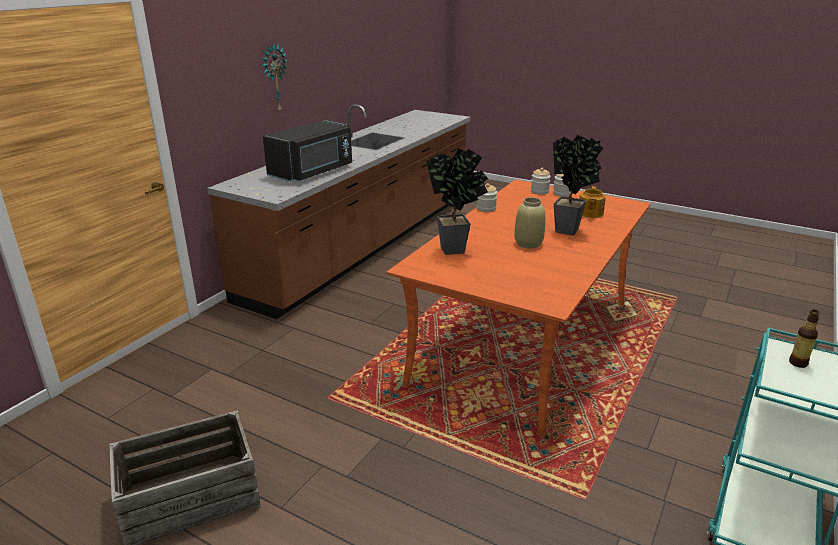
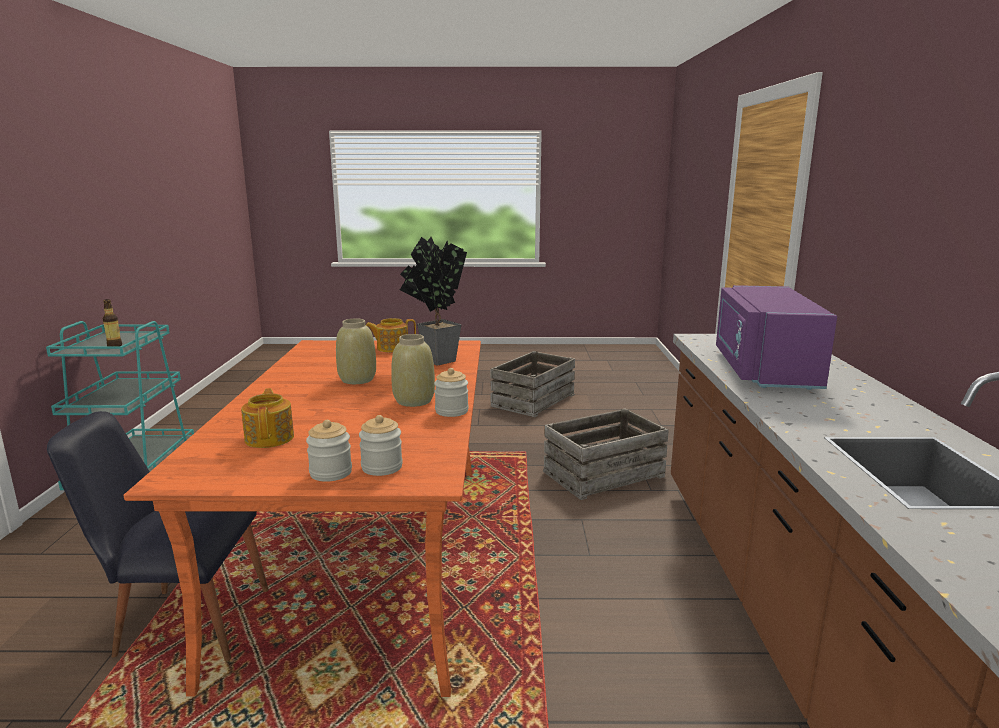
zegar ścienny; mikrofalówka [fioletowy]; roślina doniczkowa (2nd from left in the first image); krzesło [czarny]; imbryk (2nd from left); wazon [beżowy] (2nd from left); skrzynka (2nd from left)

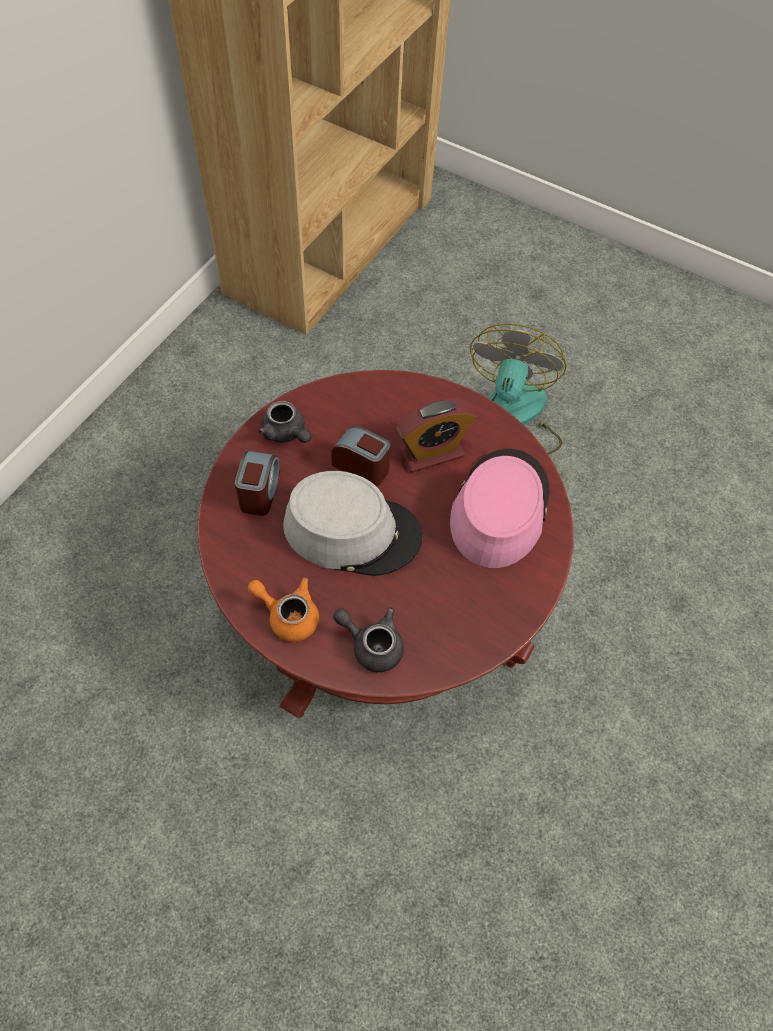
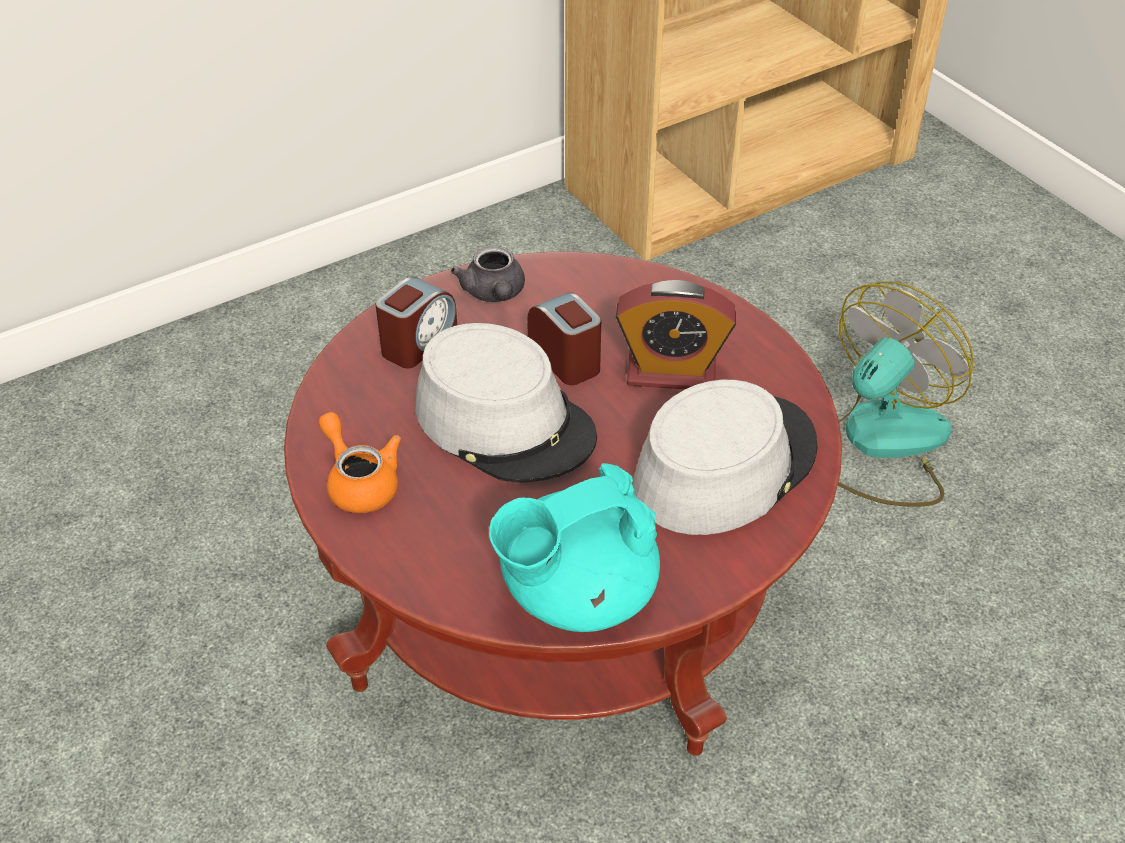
imbryk [szary] (2nd from left in the first image); kapelusz [szary] (2nd from left); imbryk [turkusowy]

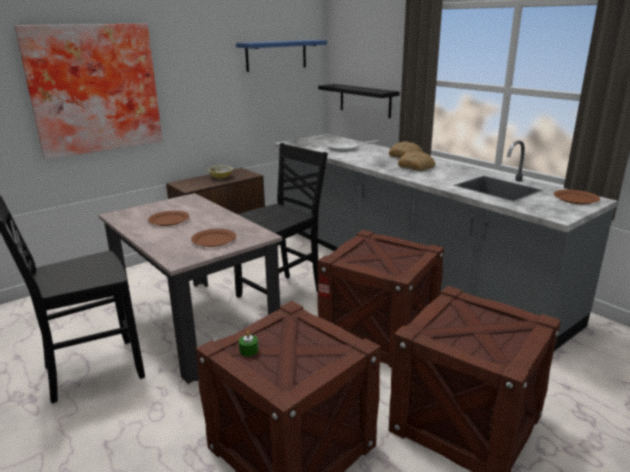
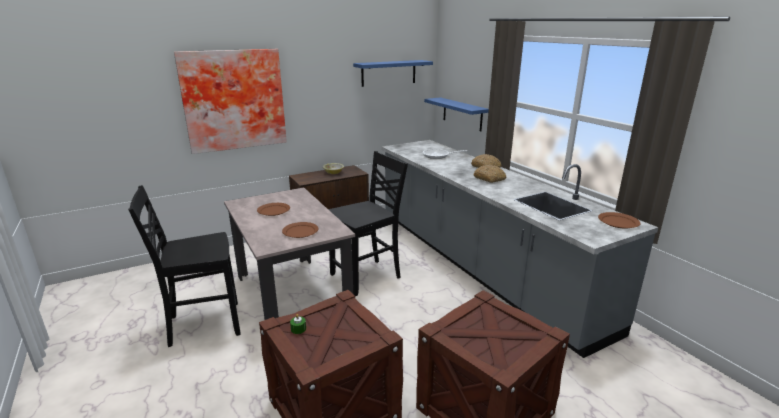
skrzynka (2nd from left in the first image); półka [niebieski] (2nd from left)

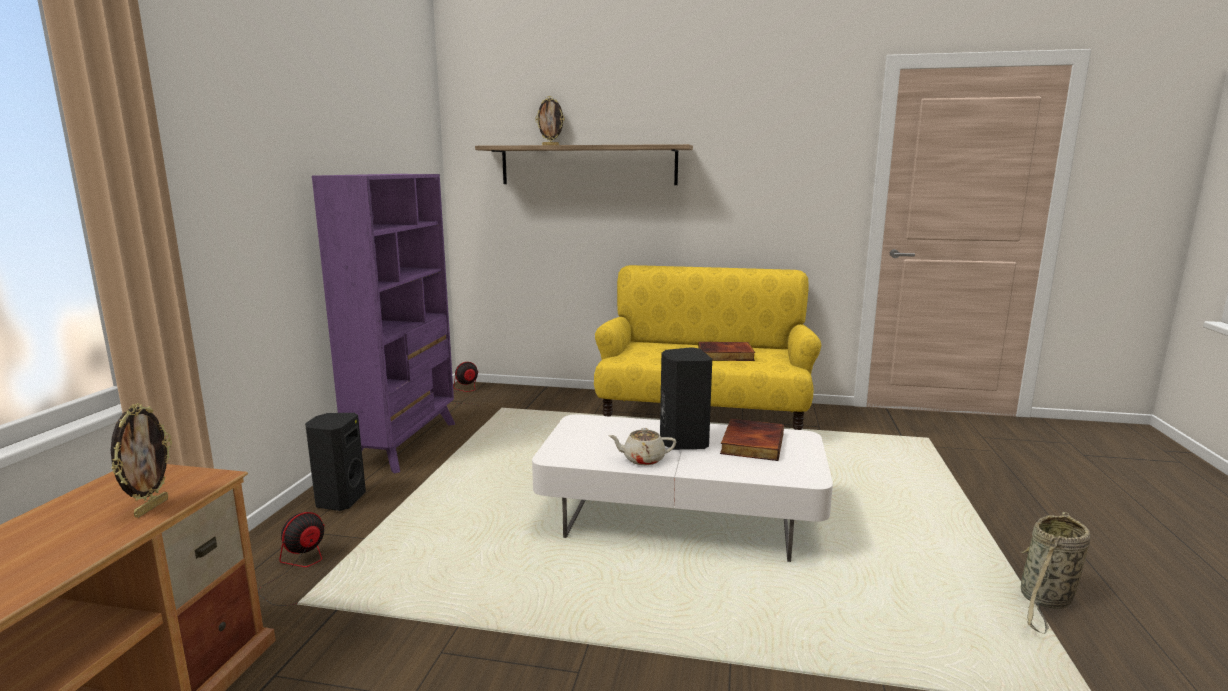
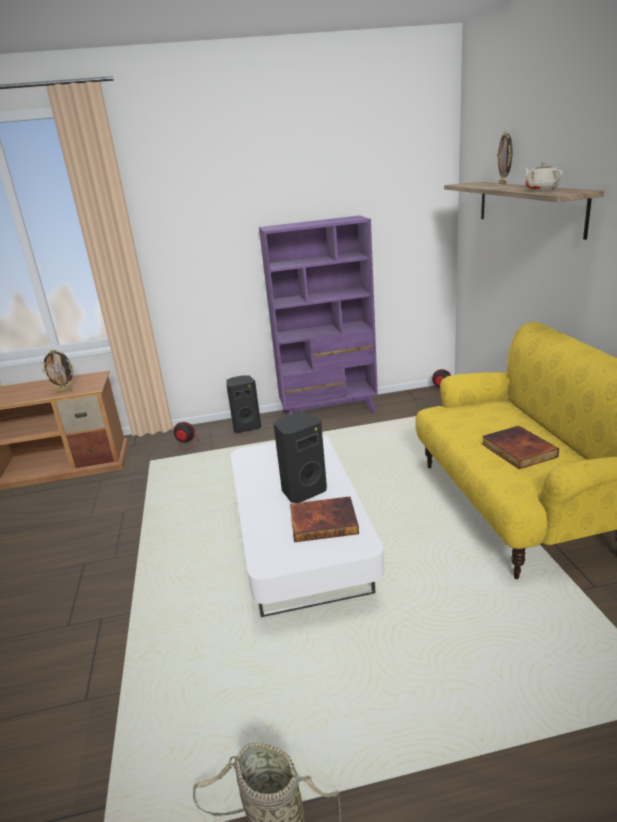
imbryk [beżowy]

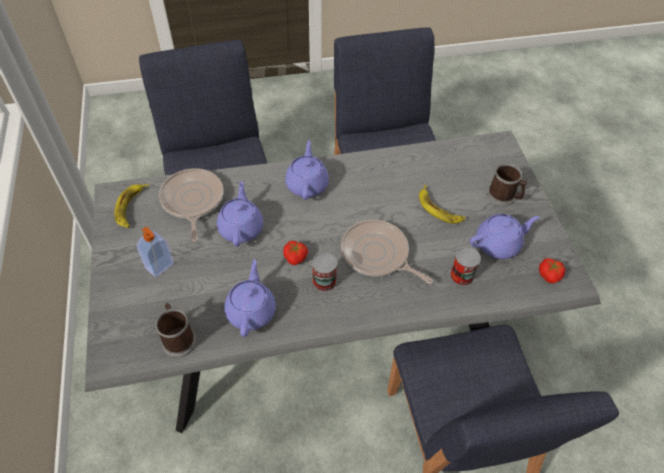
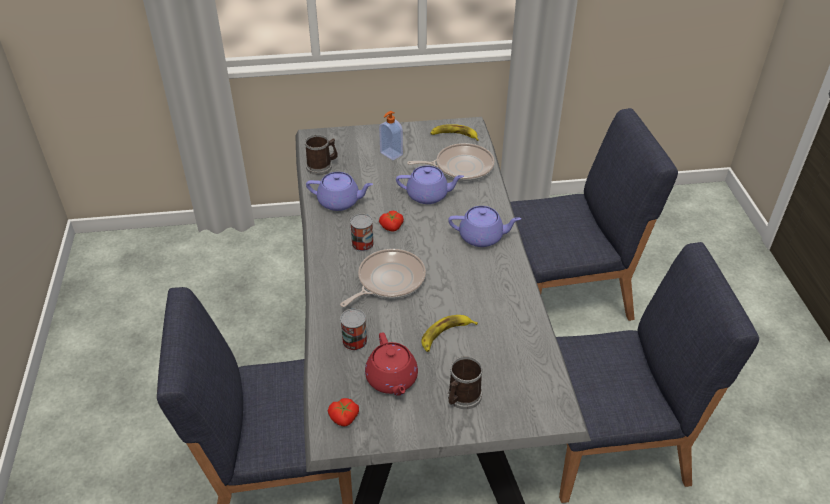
imbryk [czerwony]

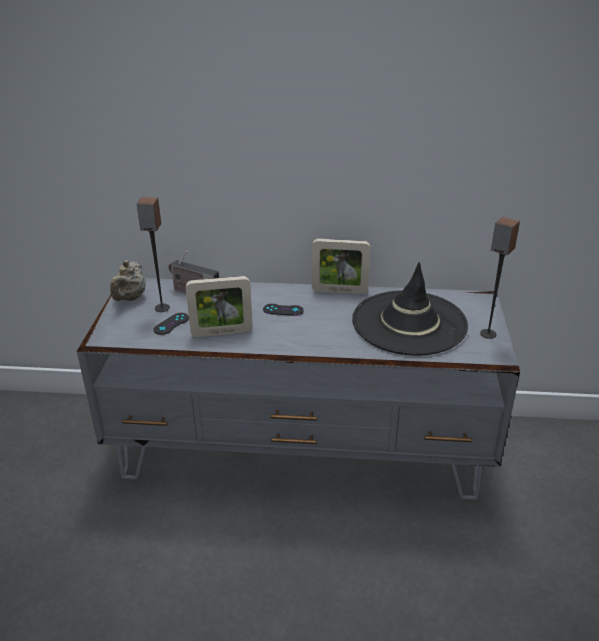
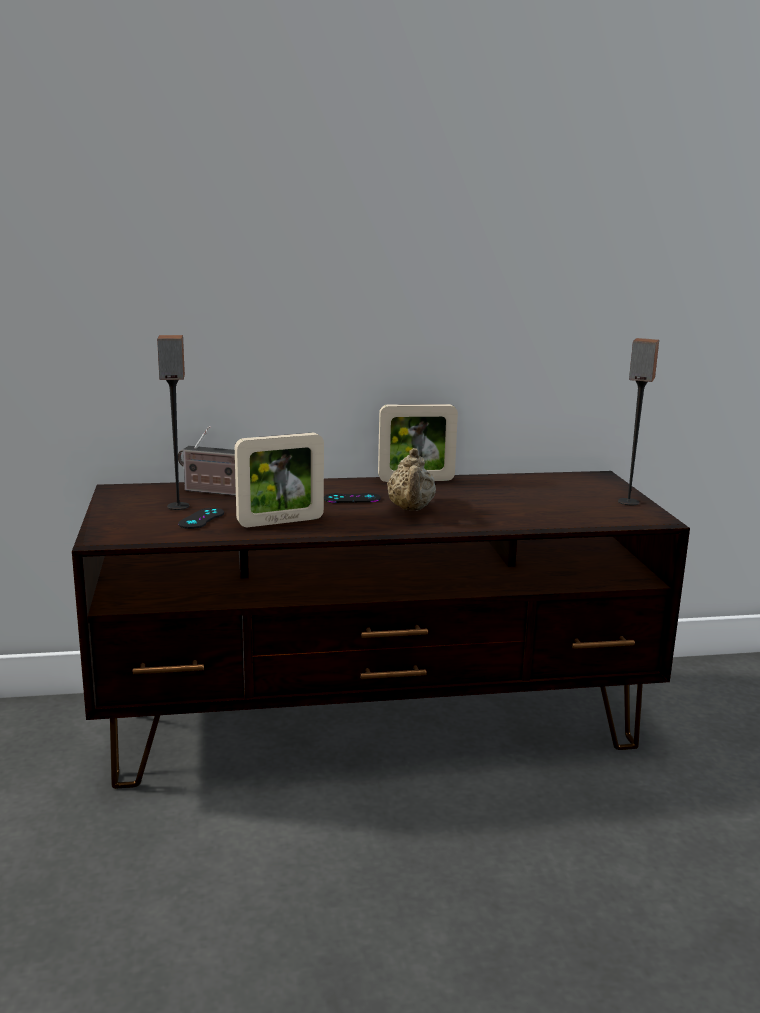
szafka pod telewizor [brązowy]; imbryk [beżowy]; kapelusz [czarny]

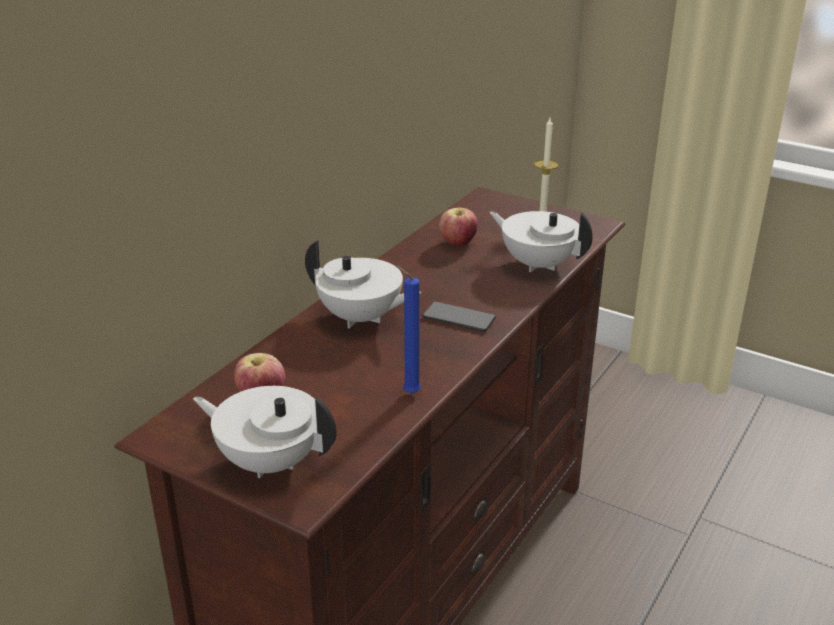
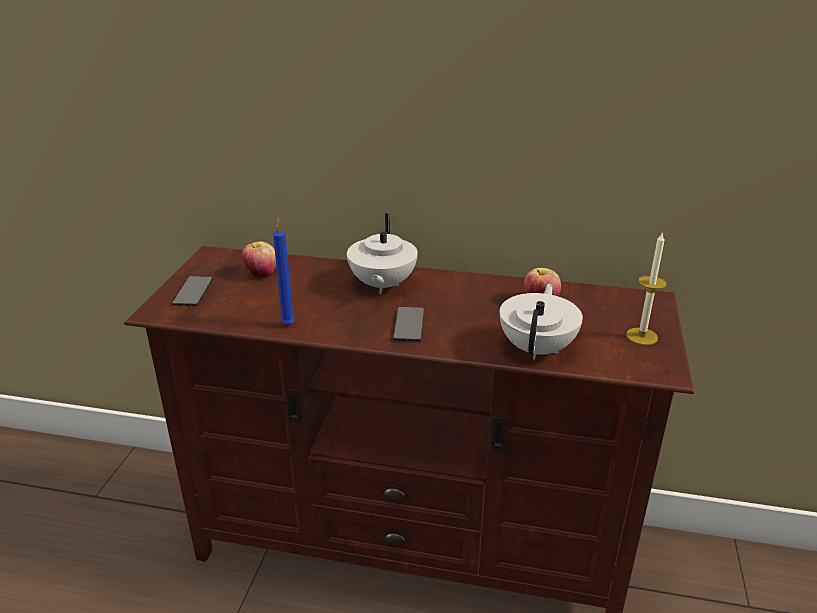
telefon (1st from left)

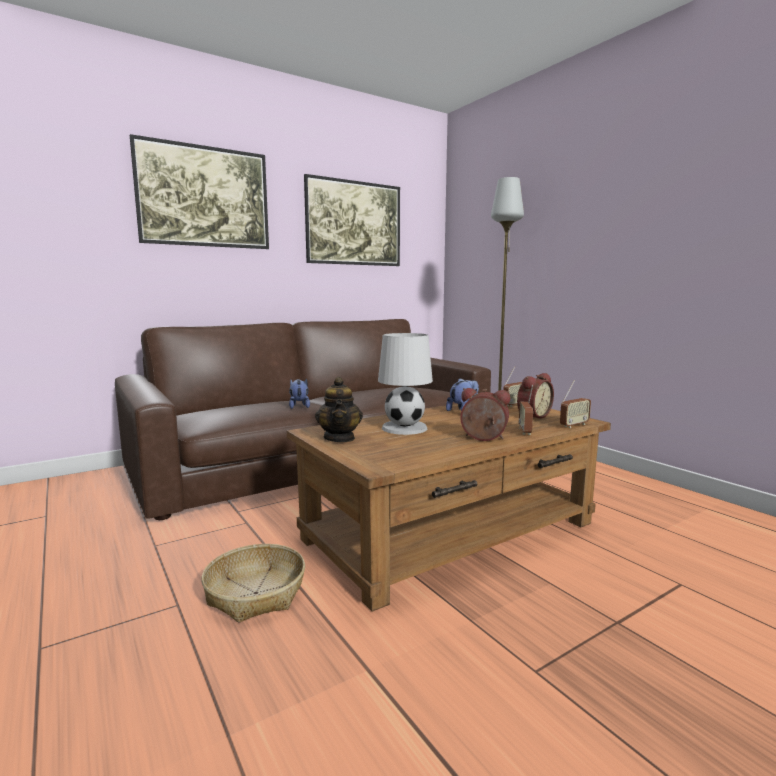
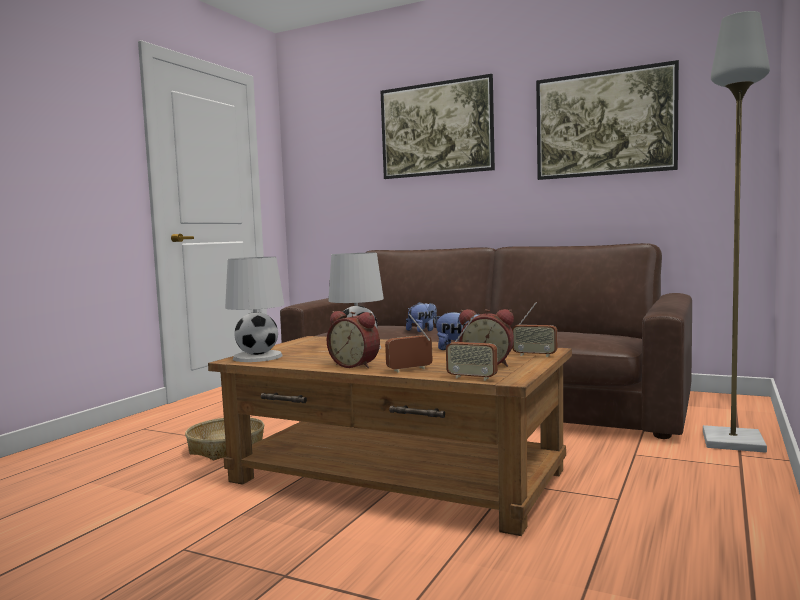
imbryk; budzik (1st from left); lampa stołowa [biały] (1st from left)

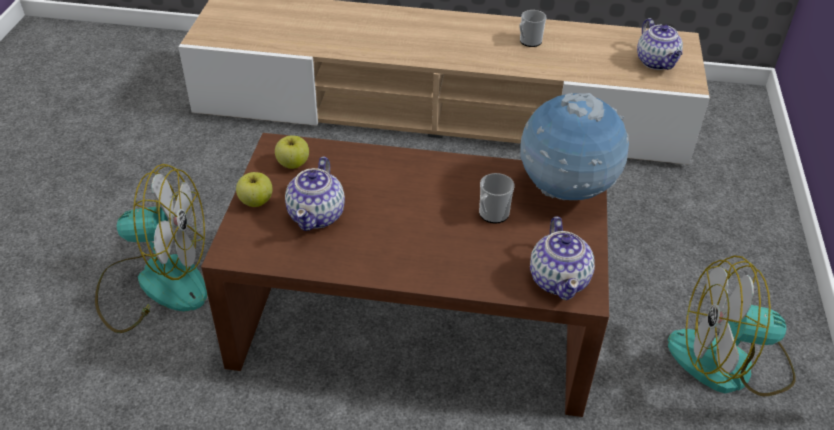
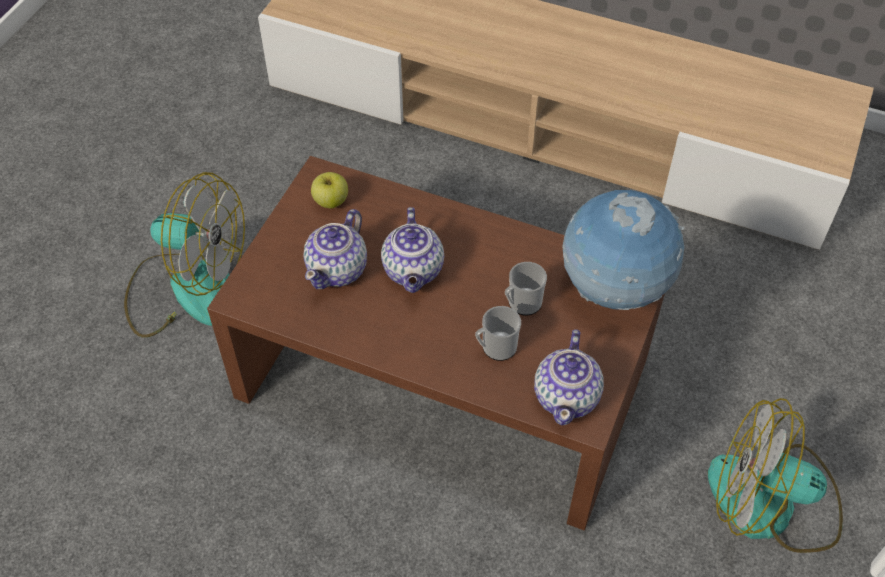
jabłko (1st from left in the first image); kubek (1st from left); imbryk (2nd from left)

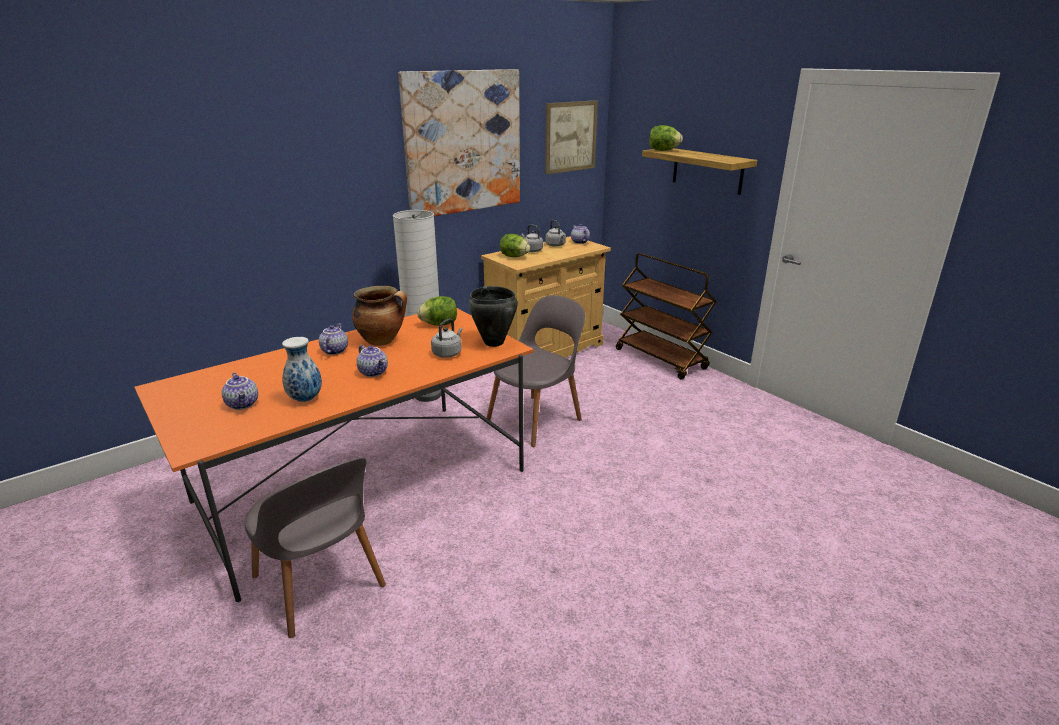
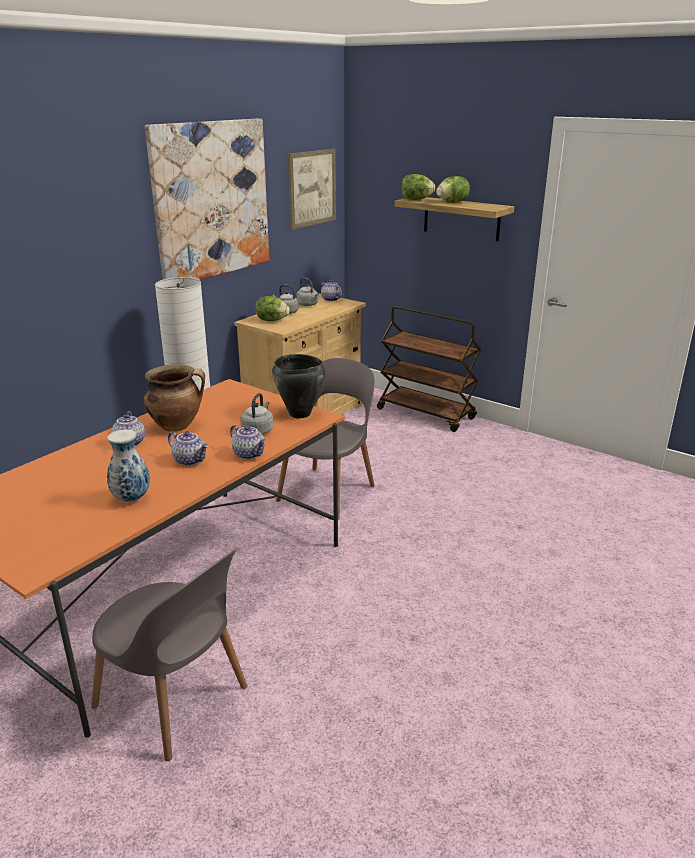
imbryk (3rd from left); sałata (3rd from left)

